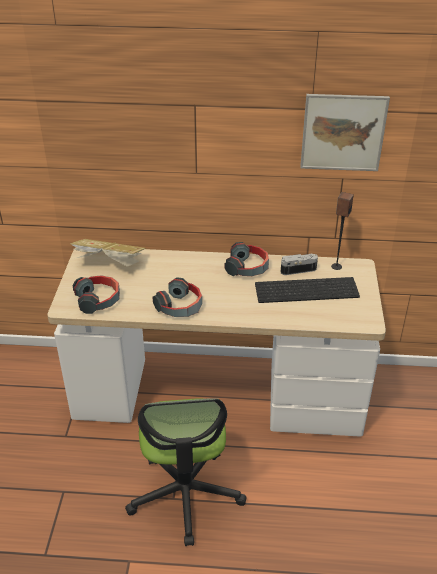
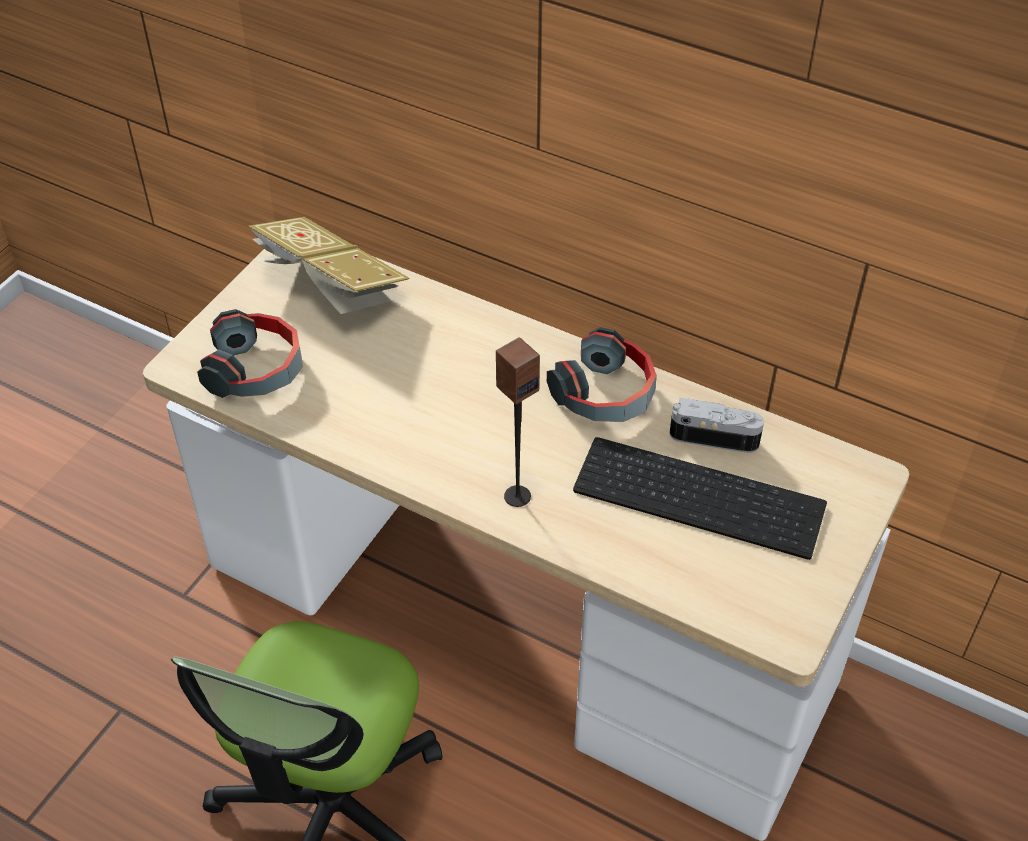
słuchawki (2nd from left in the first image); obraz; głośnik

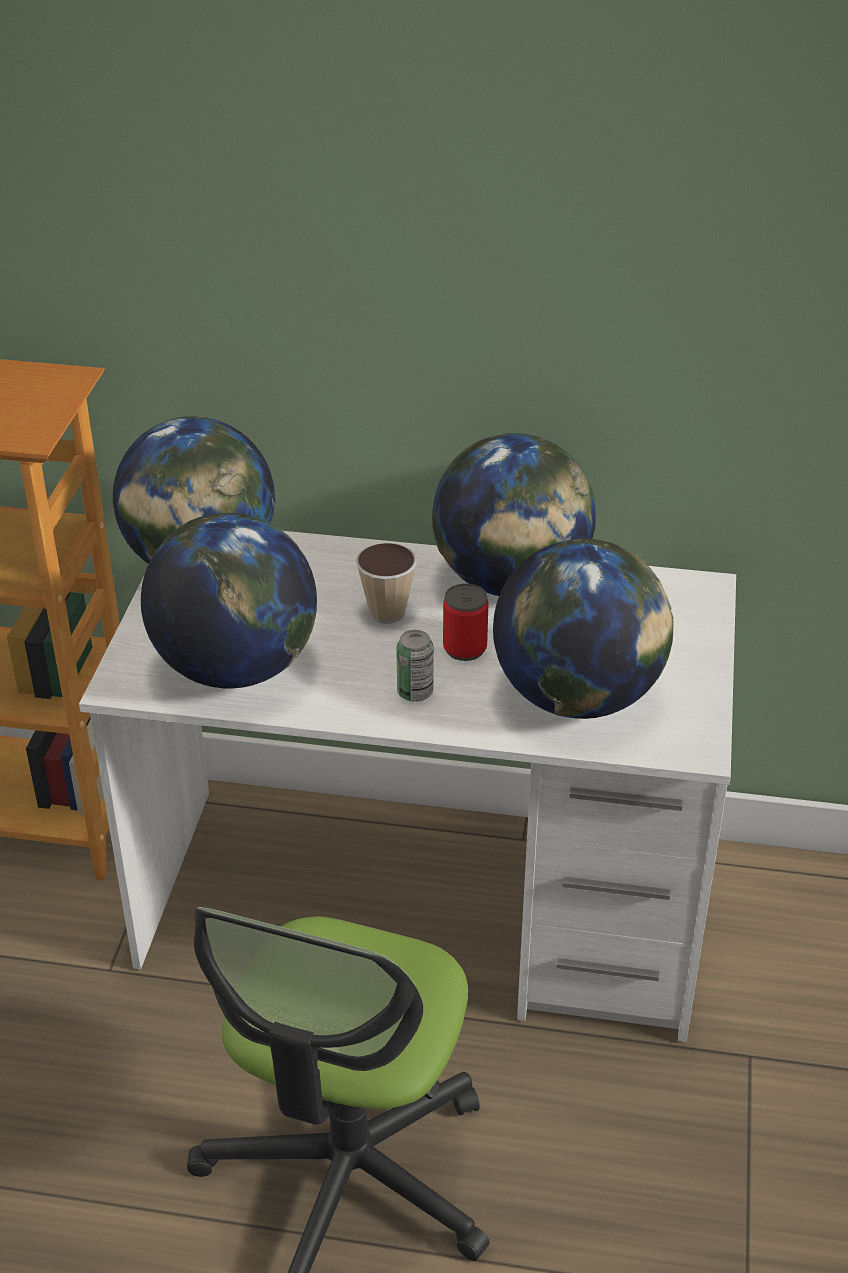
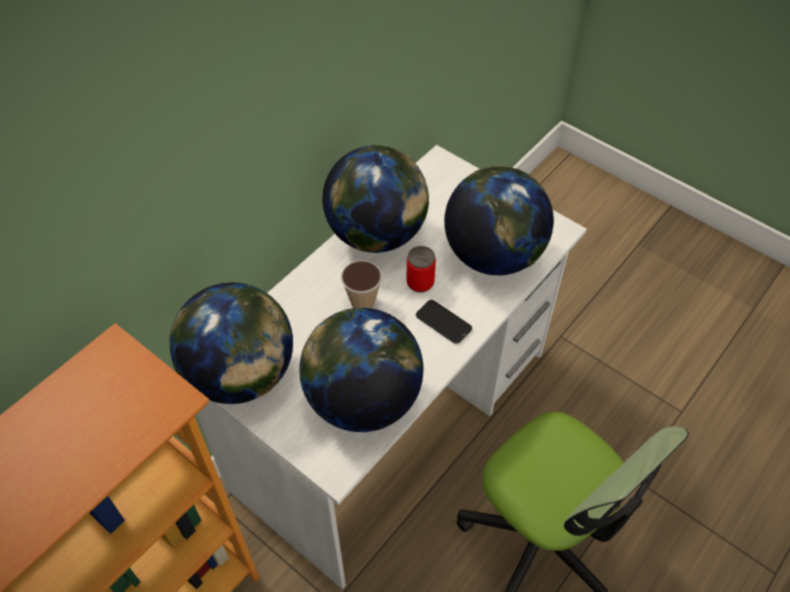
telefon

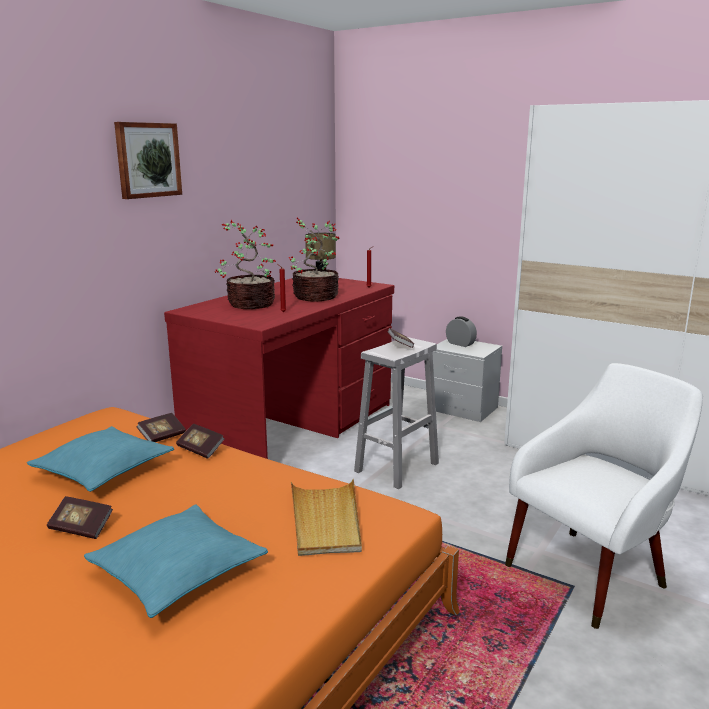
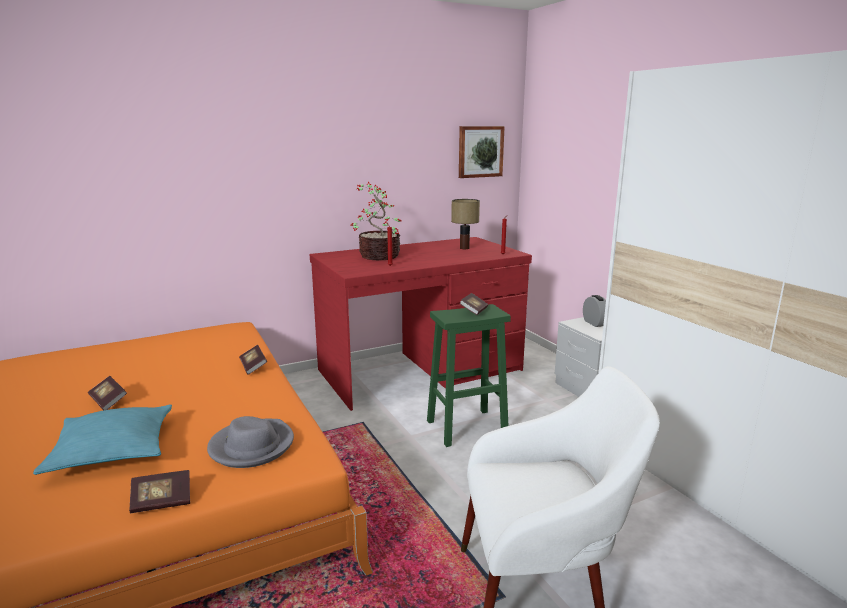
poduszka [turkusowy] (1st from left in the first image); obraz; książka (2nd from left); roślina doniczkowa (2nd from left in the first image); kapelusz [szary]; stołek [zielony]

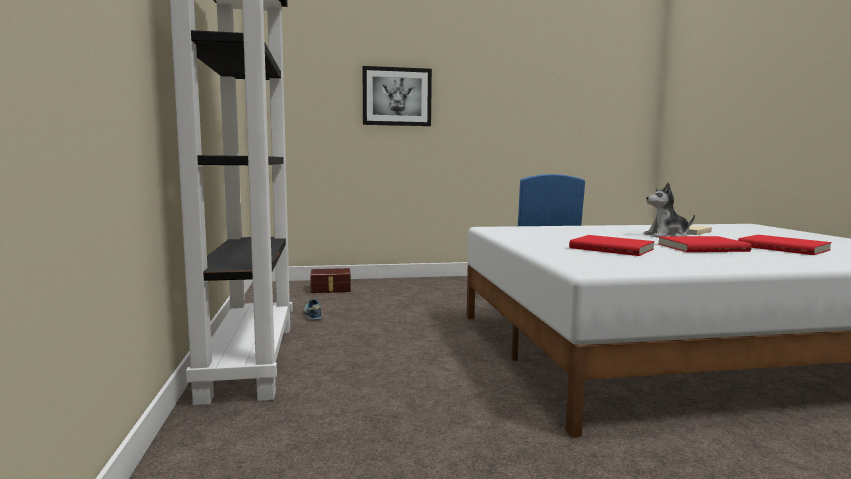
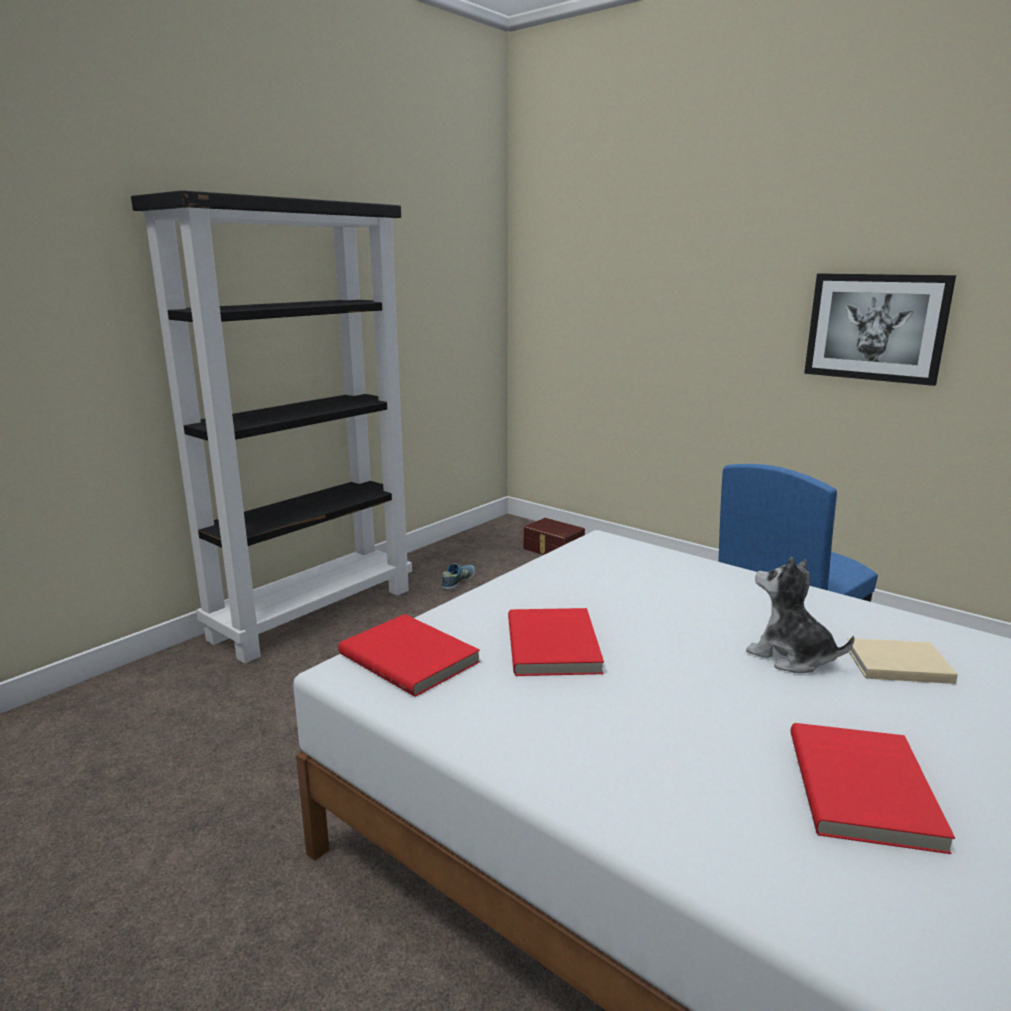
obraz; książka [czerwony] (1st from left)

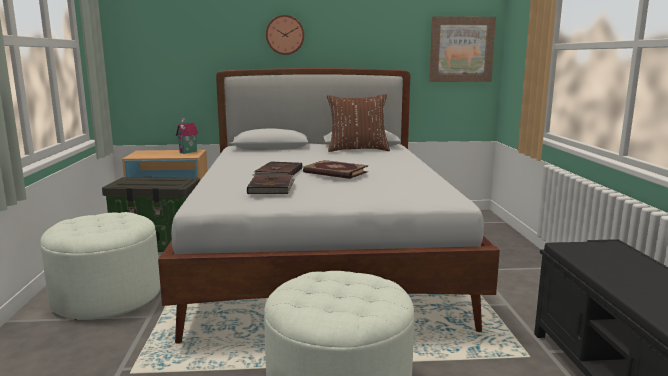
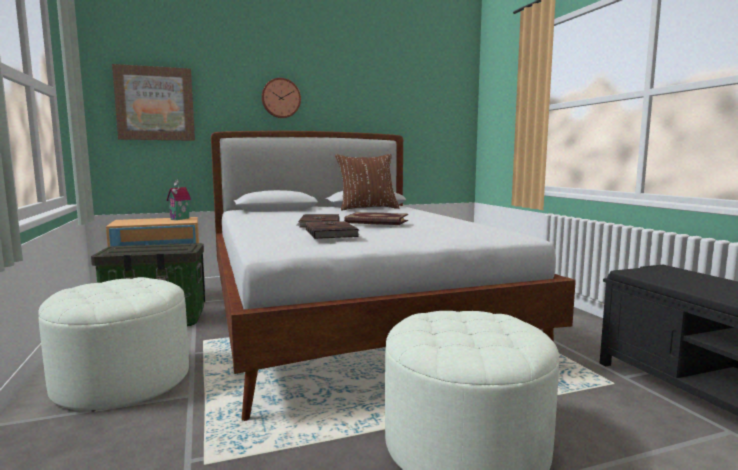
obraz

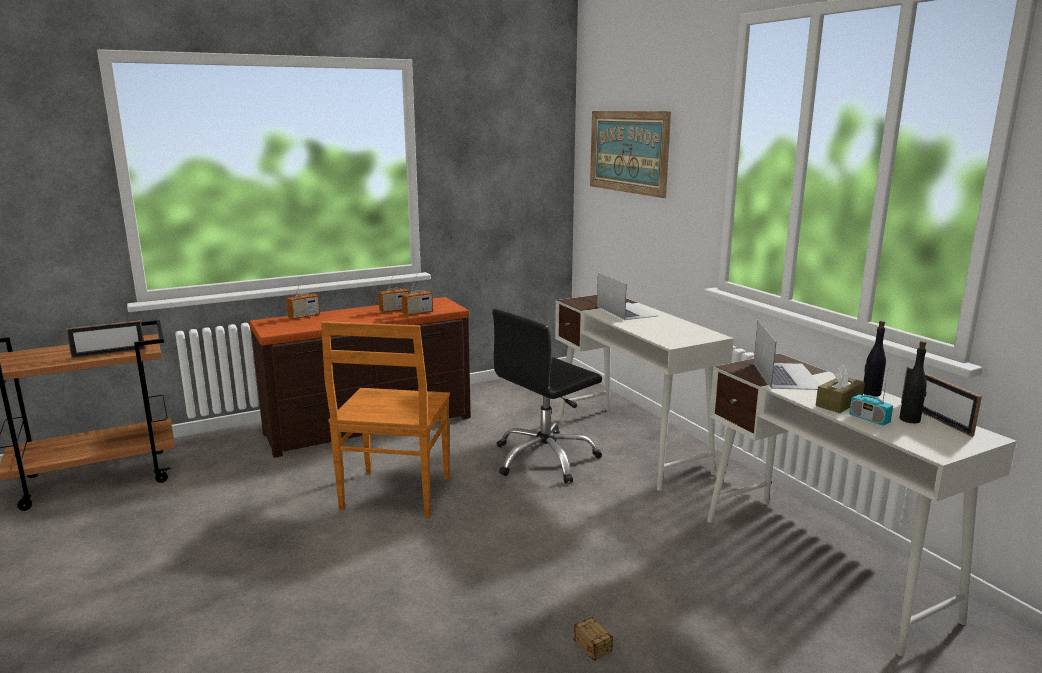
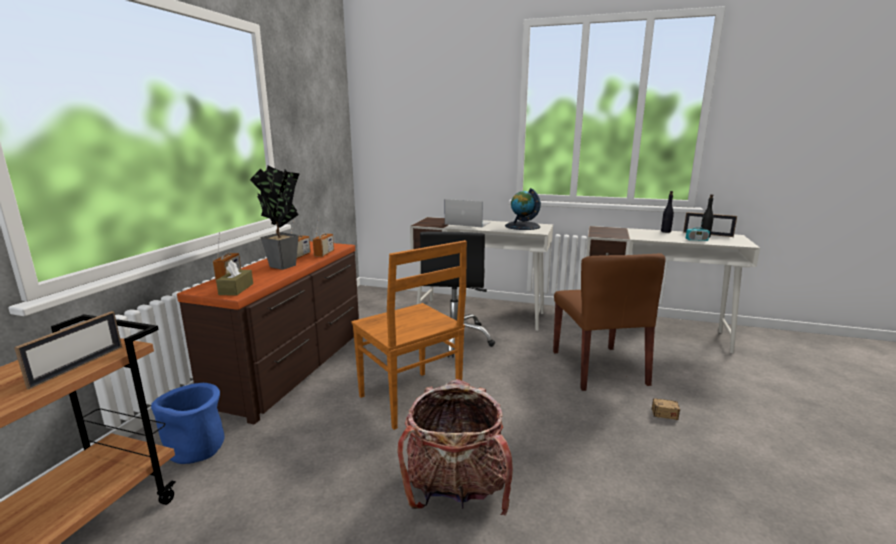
obraz; laptop (2nd from left in the first image); pudełko chusteczek [brązowy]; donica [niebieski]; roślina doniczkowa; plecak; globus; krzesło [brązowy] (2nd from left)

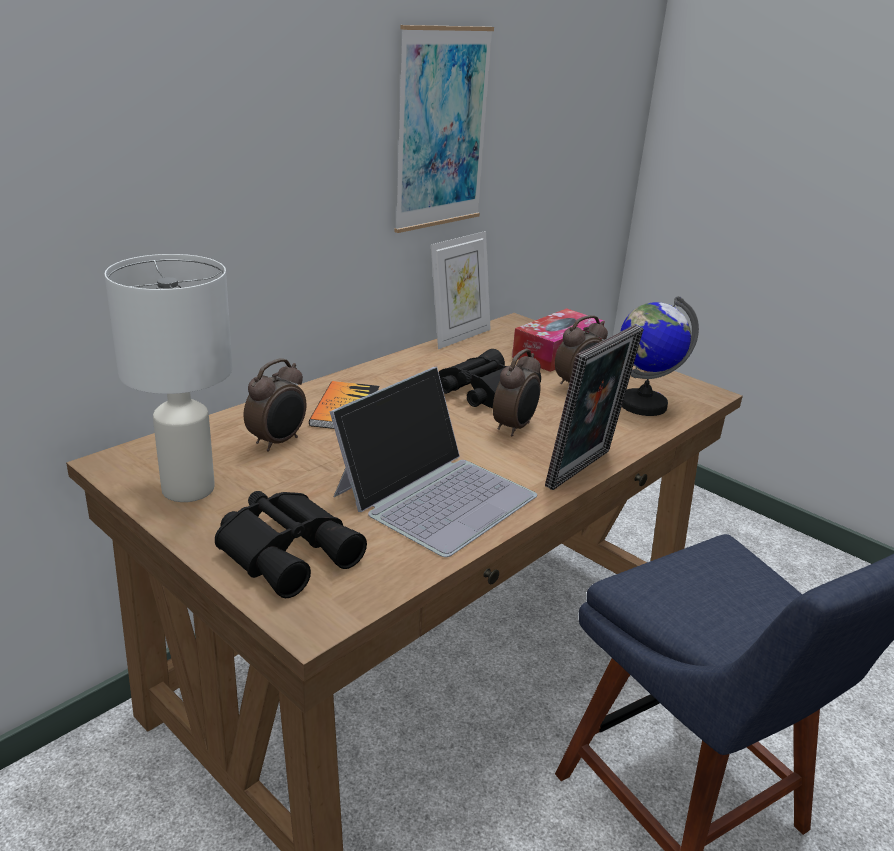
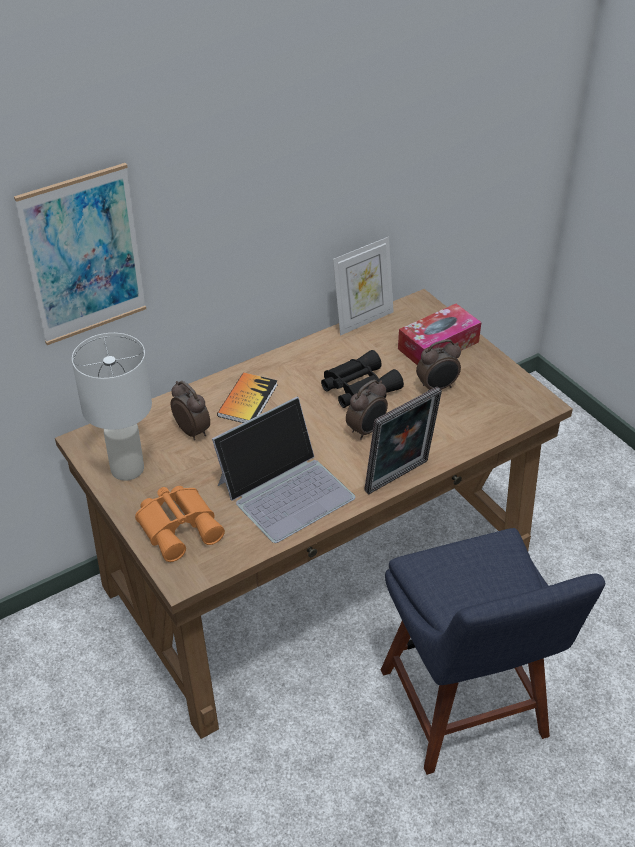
lornetka [pomarańczowy]; budzik (1st from left); obraz; globus

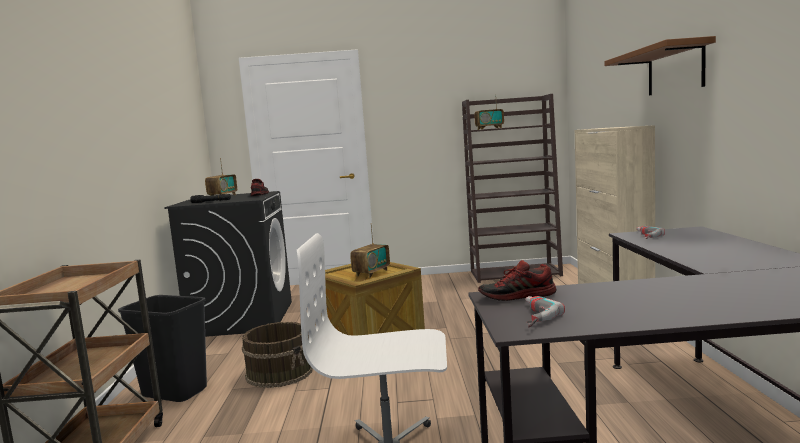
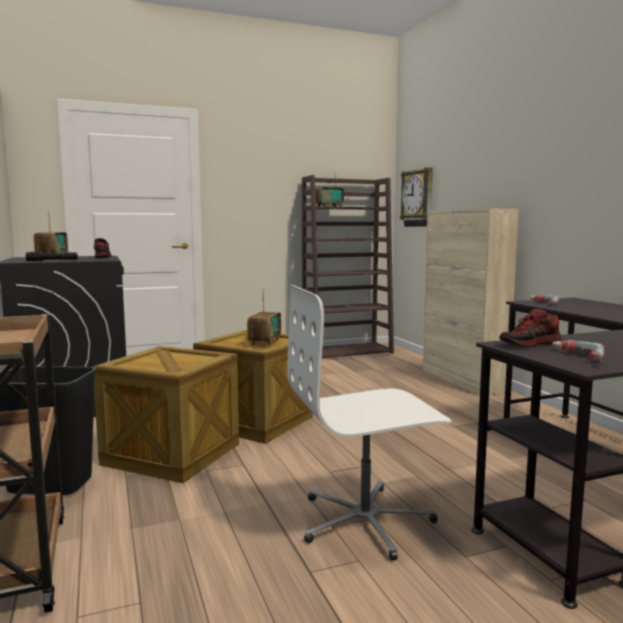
skrzynka (1st from left); półka [brązowy]; zegar ścienny

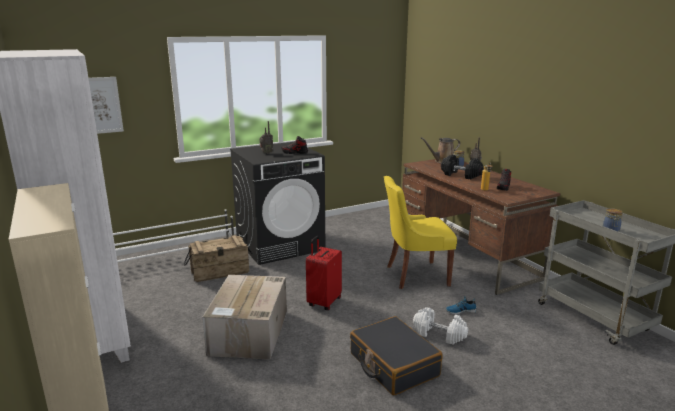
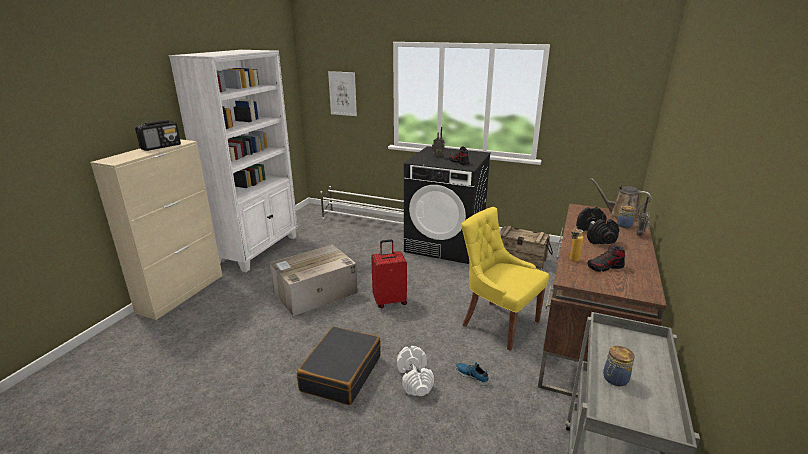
skrzynka; radio (1st from left)

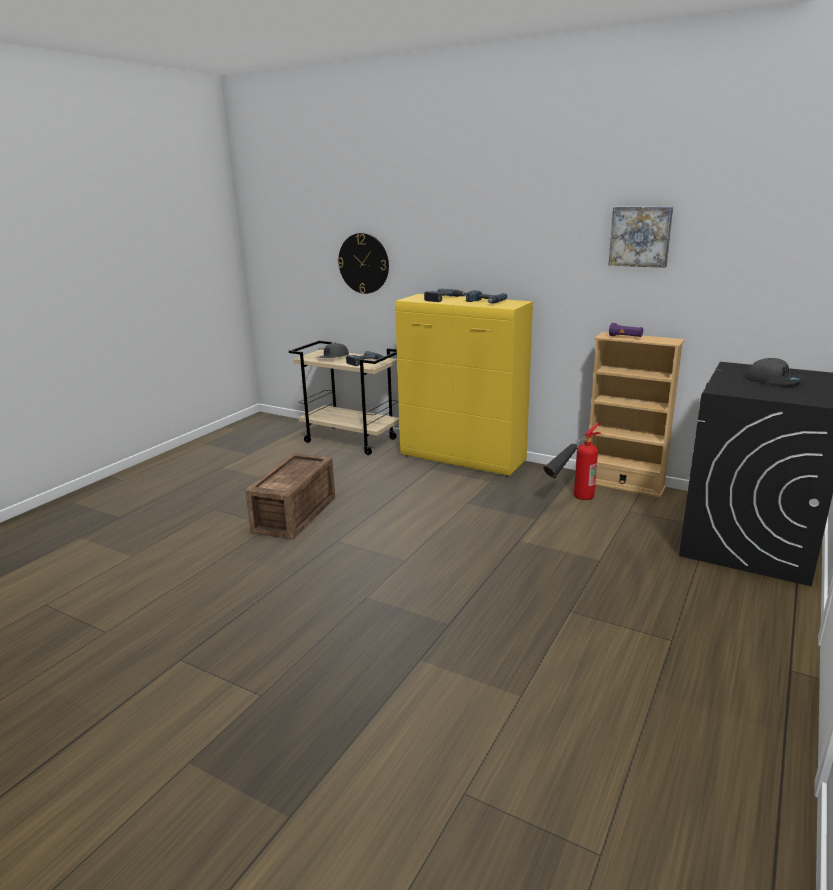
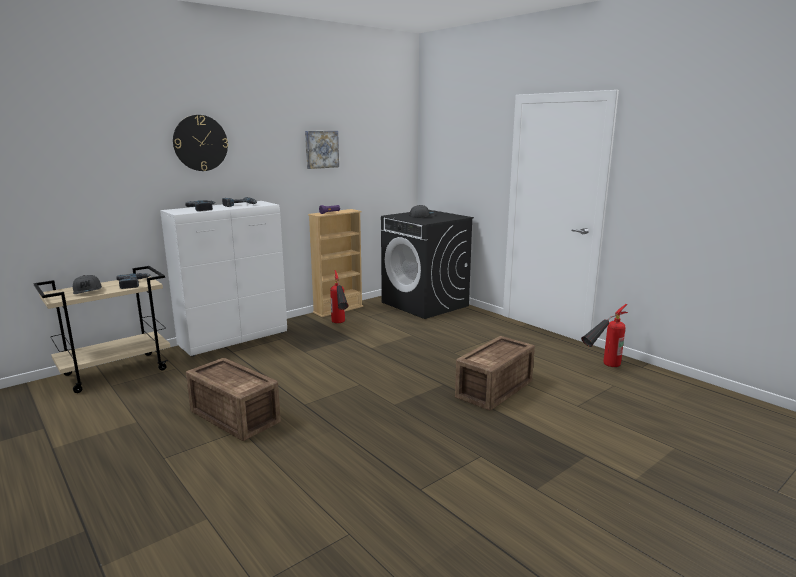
zegar ścienny; szafka [biały]; skrzynka (2nd from left); gaśnica (2nd from left)

